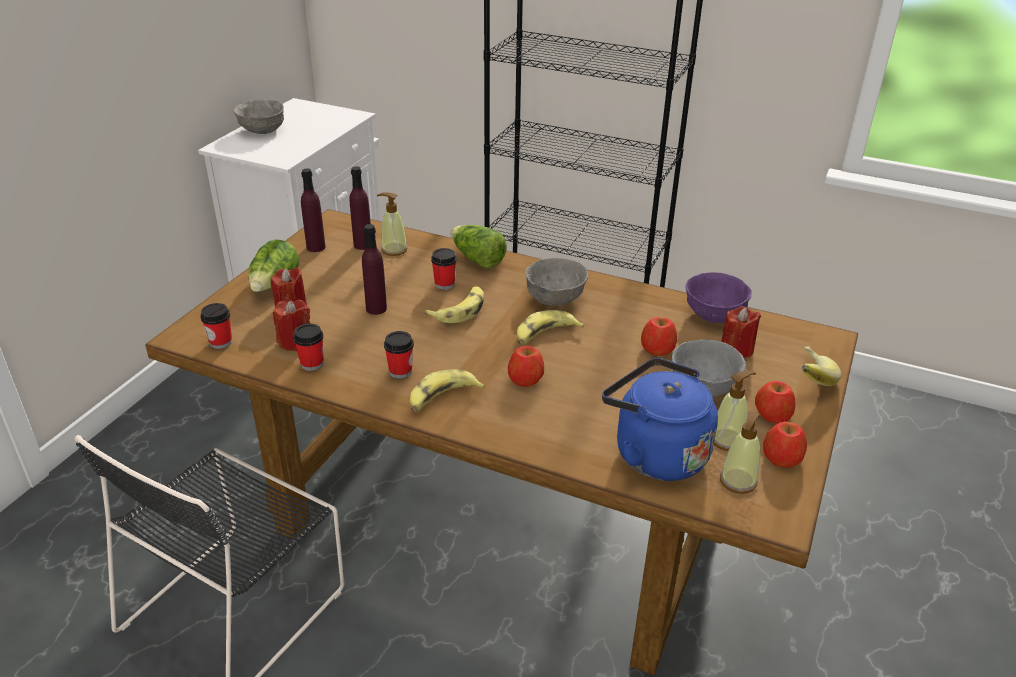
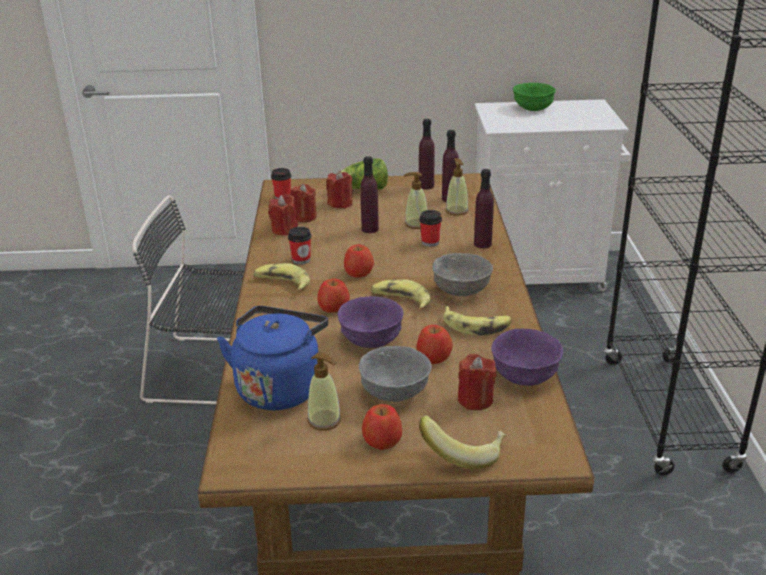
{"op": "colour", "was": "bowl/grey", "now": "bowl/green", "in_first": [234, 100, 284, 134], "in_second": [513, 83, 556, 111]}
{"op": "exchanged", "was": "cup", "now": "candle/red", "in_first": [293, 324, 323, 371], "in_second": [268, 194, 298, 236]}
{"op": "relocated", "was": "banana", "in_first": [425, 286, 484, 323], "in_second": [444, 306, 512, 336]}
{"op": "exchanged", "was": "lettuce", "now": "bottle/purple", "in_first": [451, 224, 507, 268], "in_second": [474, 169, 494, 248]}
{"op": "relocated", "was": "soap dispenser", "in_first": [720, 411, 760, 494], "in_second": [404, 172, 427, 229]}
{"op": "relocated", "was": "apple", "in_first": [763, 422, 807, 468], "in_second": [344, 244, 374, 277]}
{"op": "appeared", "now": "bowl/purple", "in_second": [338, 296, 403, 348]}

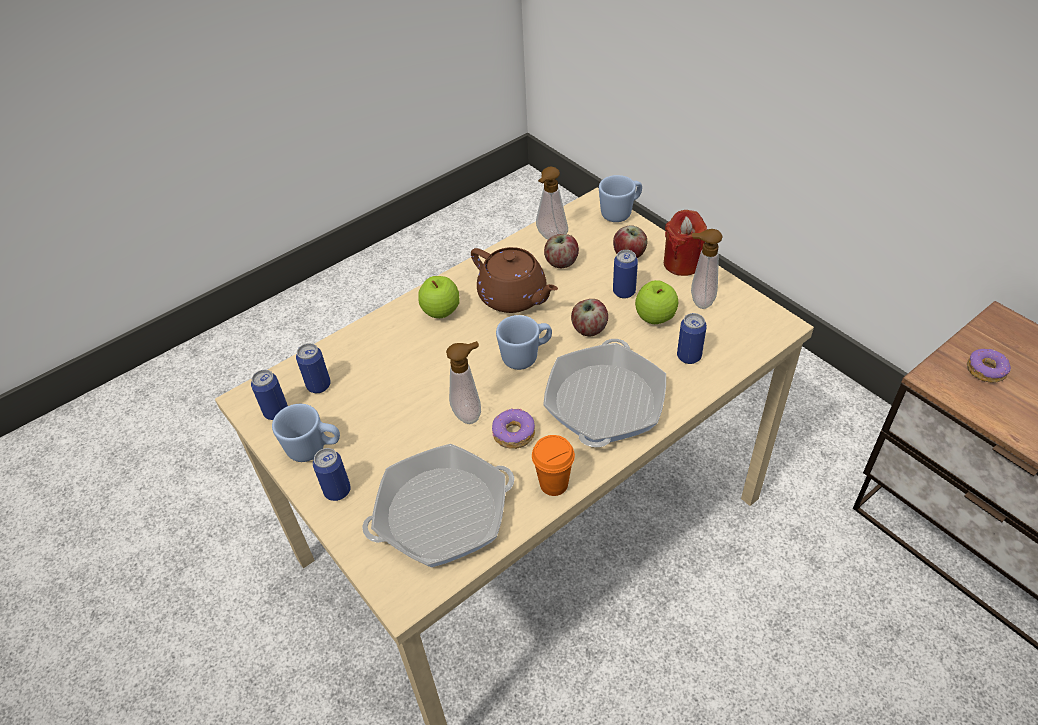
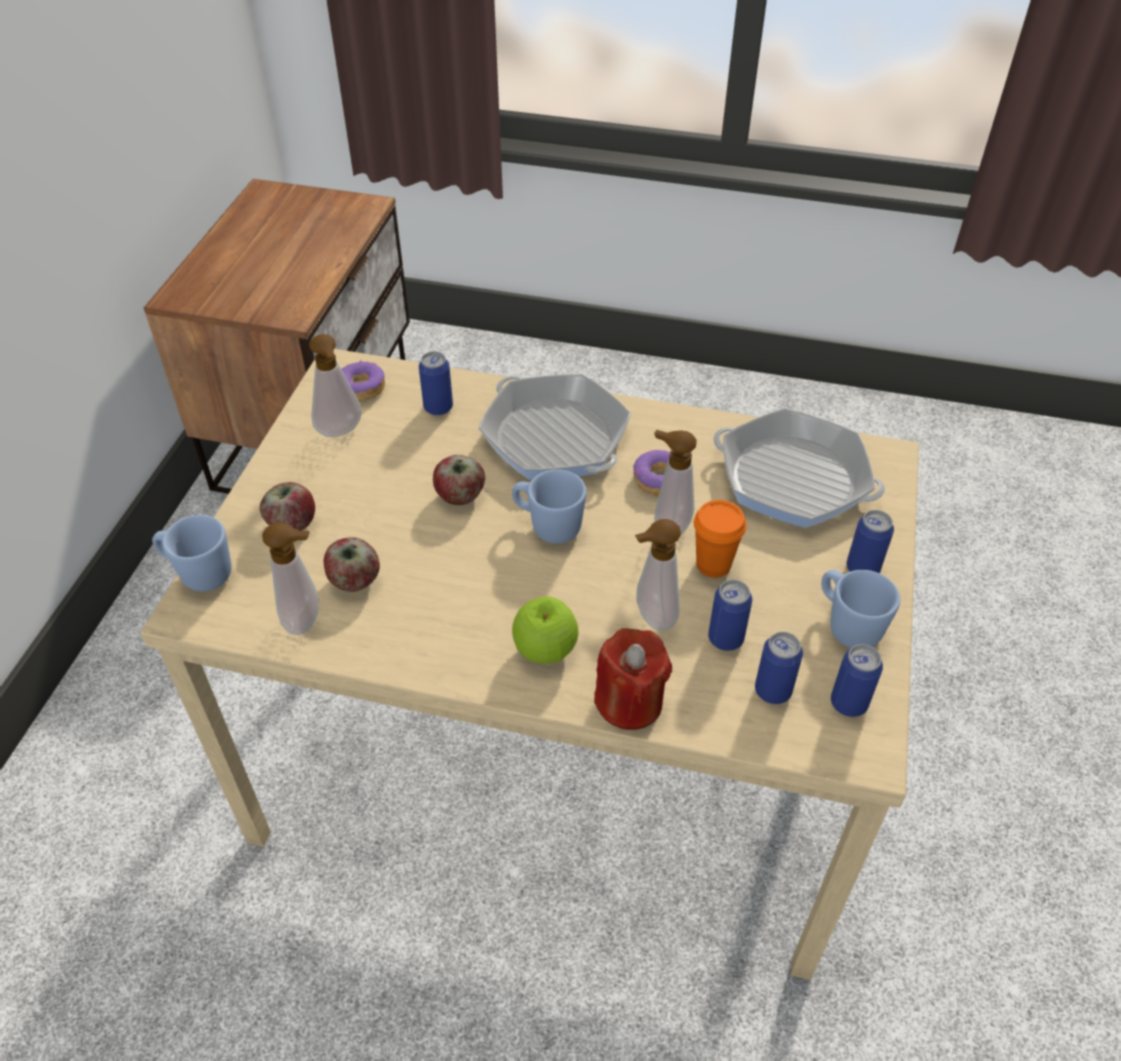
{"op": "missing", "was": "teapot/brown", "in_first": [471, 247, 558, 313]}
{"op": "relocated", "was": "cup/orange", "in_first": [532, 435, 575, 496], "in_second": [694, 500, 746, 578]}
{"op": "spun", "was": "frying pan", "in_first": [543, 339, 666, 447], "in_second": [478, 374, 631, 480], "clockwise": -105}
{"op": "relocated", "was": "can", "in_first": [613, 250, 638, 298], "in_second": [708, 580, 752, 651]}
{"op": "missing", "was": "apple", "in_first": [635, 280, 678, 324]}
{"op": "relocated", "was": "candle/red", "in_first": [664, 210, 707, 276], "in_second": [594, 628, 672, 730]}
{"op": "relocated", "was": "donut", "in_first": [967, 349, 1011, 383], "in_second": [342, 360, 385, 401]}
{"op": "appeared", "now": "soap dispenser", "in_second": [635, 519, 681, 631]}

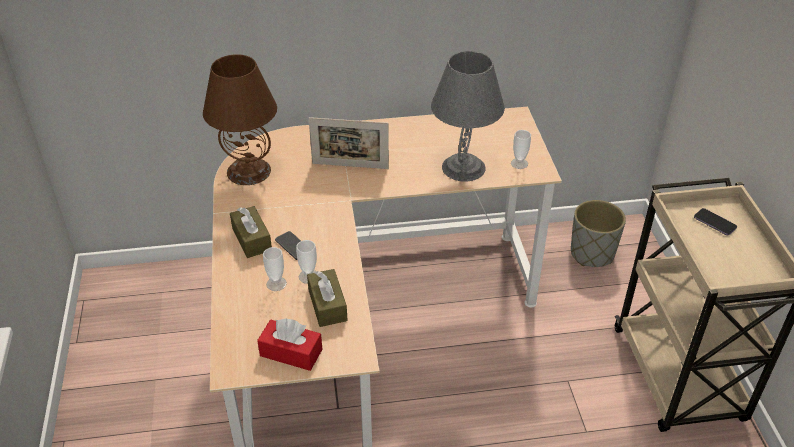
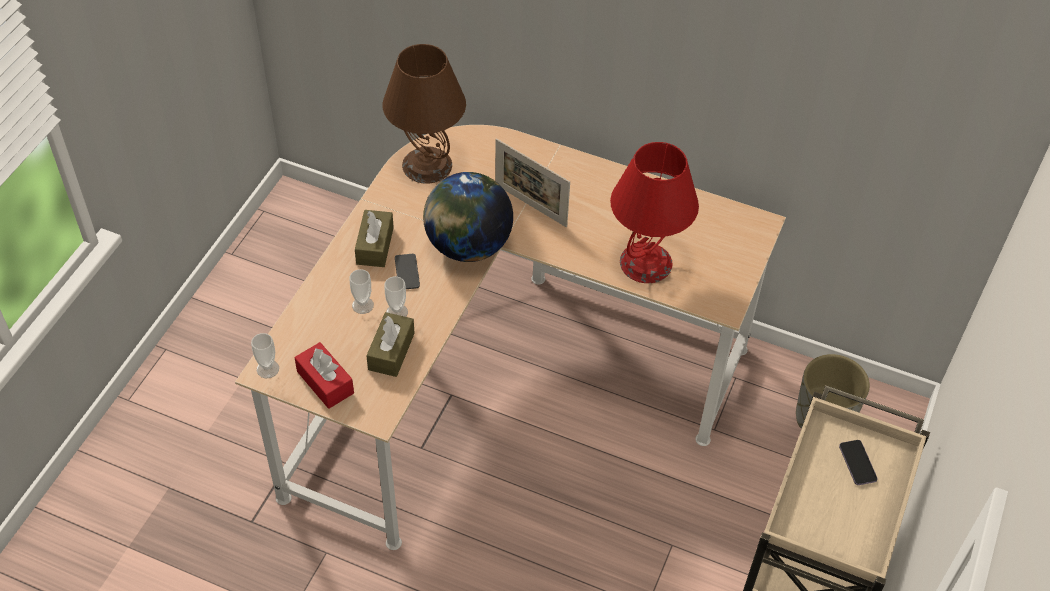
{"op": "colour", "was": "table lamp/grey", "now": "table lamp/red", "in_first": [431, 51, 505, 182], "in_second": [610, 142, 699, 283]}
{"op": "relocated", "was": "cup", "in_first": [511, 130, 531, 169], "in_second": [251, 333, 279, 378]}
{"op": "appeared", "now": "globe", "in_second": [423, 172, 513, 262]}

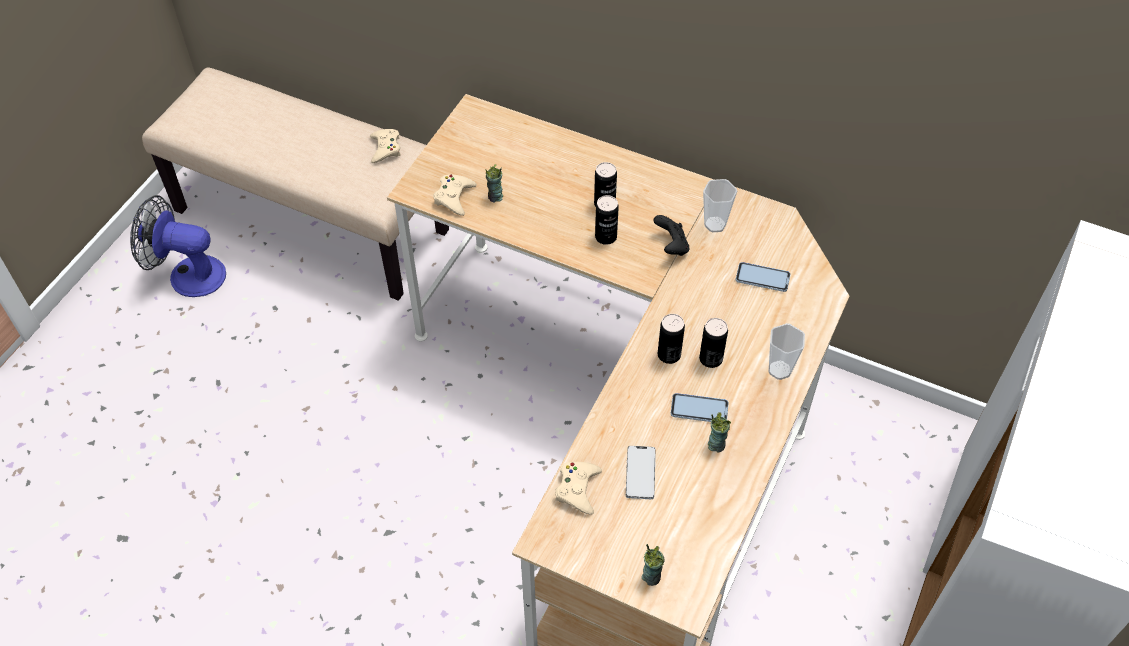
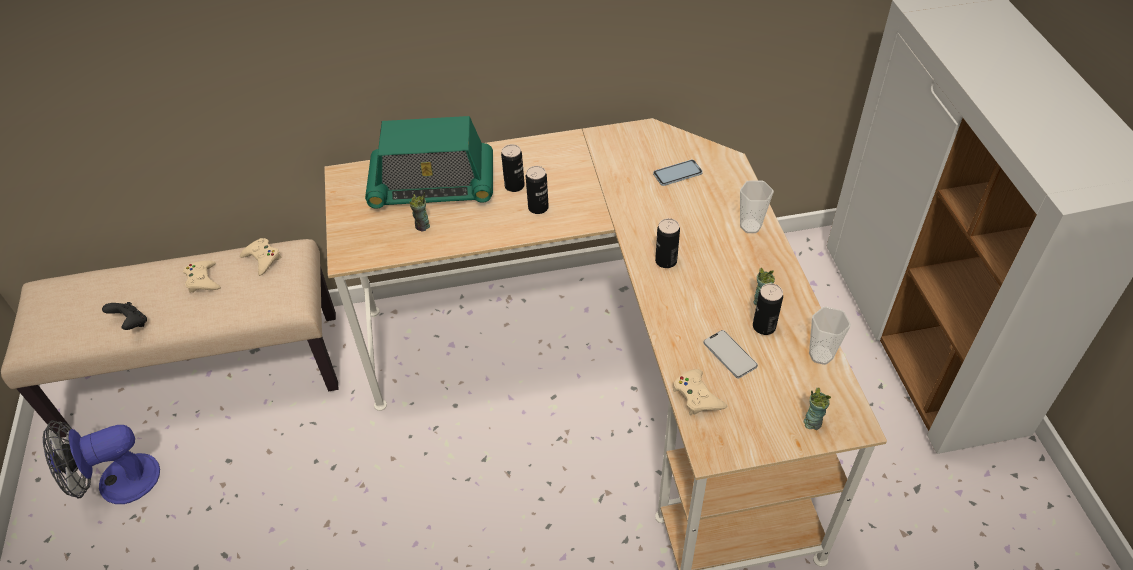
{"op": "relocated", "was": "game controller/beige", "in_first": [433, 174, 477, 216], "in_second": [183, 260, 221, 293]}
{"op": "relocated", "was": "game controller/black", "in_first": [654, 215, 689, 256], "in_second": [102, 302, 147, 330]}
{"op": "missing", "was": "phone", "in_first": [670, 393, 729, 422]}
{"op": "relocated", "was": "can", "in_first": [699, 318, 728, 368], "in_second": [753, 283, 783, 335]}
{"op": "relocated", "was": "cup", "in_first": [703, 179, 737, 232], "in_second": [809, 306, 851, 365]}
{"op": "appeared", "now": "radio", "in_second": [365, 116, 493, 209]}

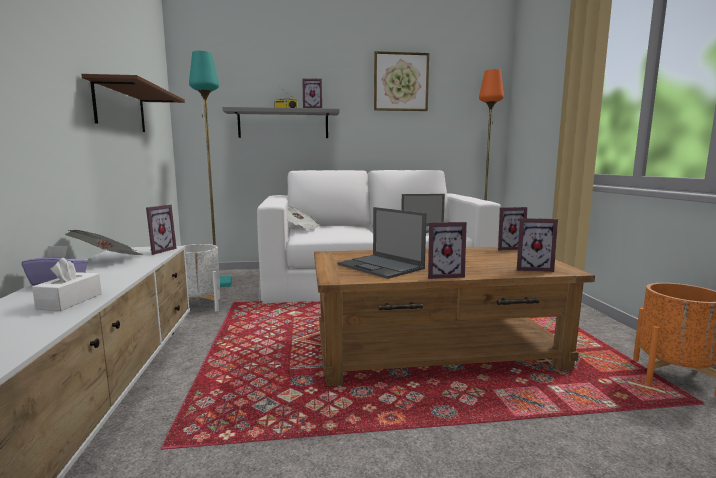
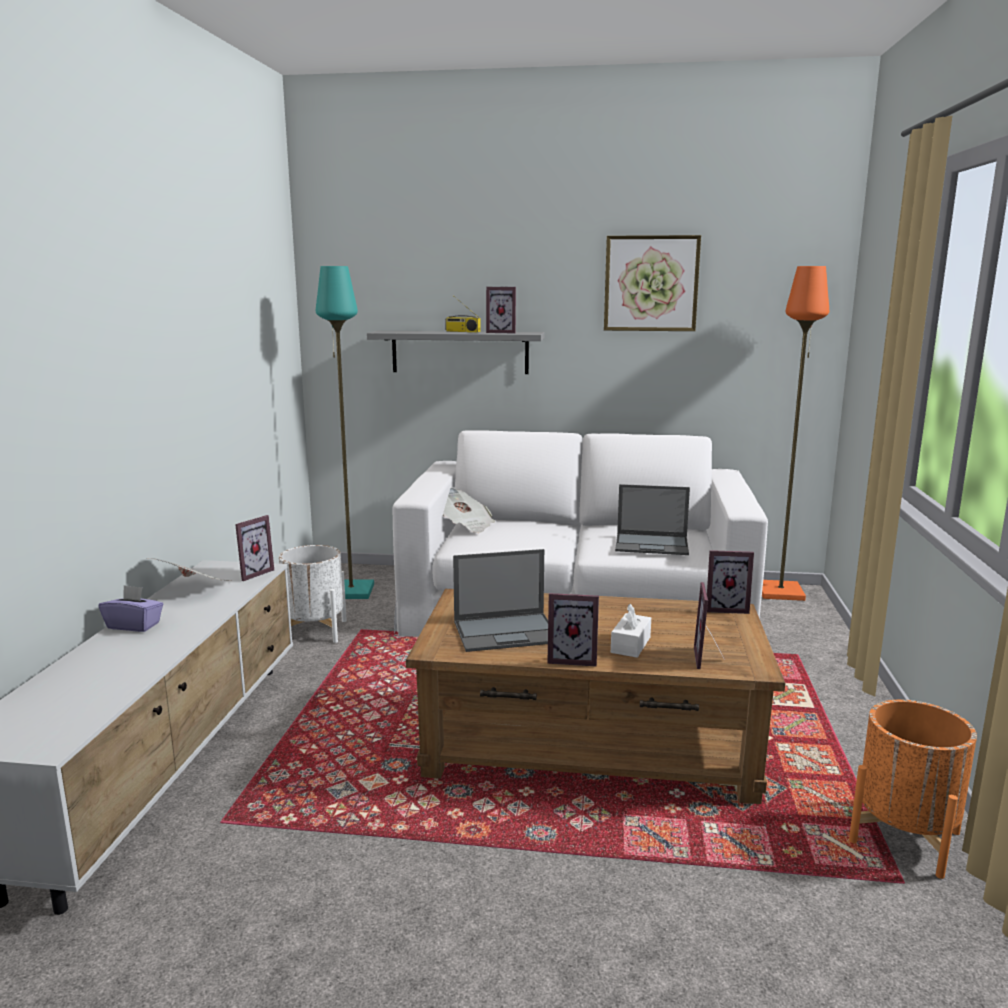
{"op": "relocated", "was": "tissue box/white", "in_first": [32, 258, 102, 311], "in_second": [611, 603, 651, 658]}
{"op": "missing", "was": "shelf/brown", "in_first": [81, 74, 185, 132]}
{"op": "spun", "was": "laptop", "in_first": [337, 207, 427, 279], "in_second": [453, 549, 548, 652], "clockwise": -75}
{"op": "spun", "was": "picture frame", "in_first": [517, 218, 558, 272], "in_second": [694, 582, 725, 669], "clockwise": 75}

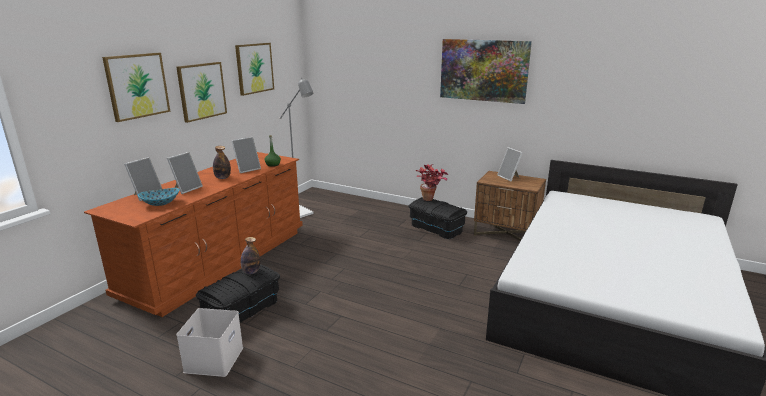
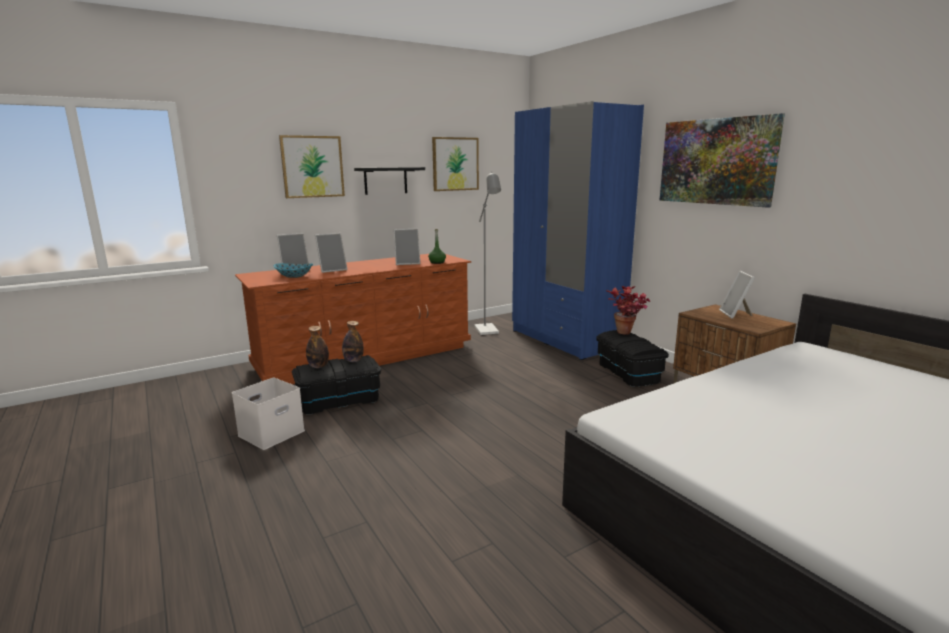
{"op": "exchanged", "was": "picture", "now": "shelf/black", "in_first": [176, 62, 227, 123], "in_second": [354, 167, 425, 195]}
{"op": "relocated", "was": "bottle", "in_first": [213, 146, 231, 179], "in_second": [306, 326, 329, 368]}
{"op": "appeared", "now": "wardrobe/blue", "in_second": [512, 101, 644, 360]}

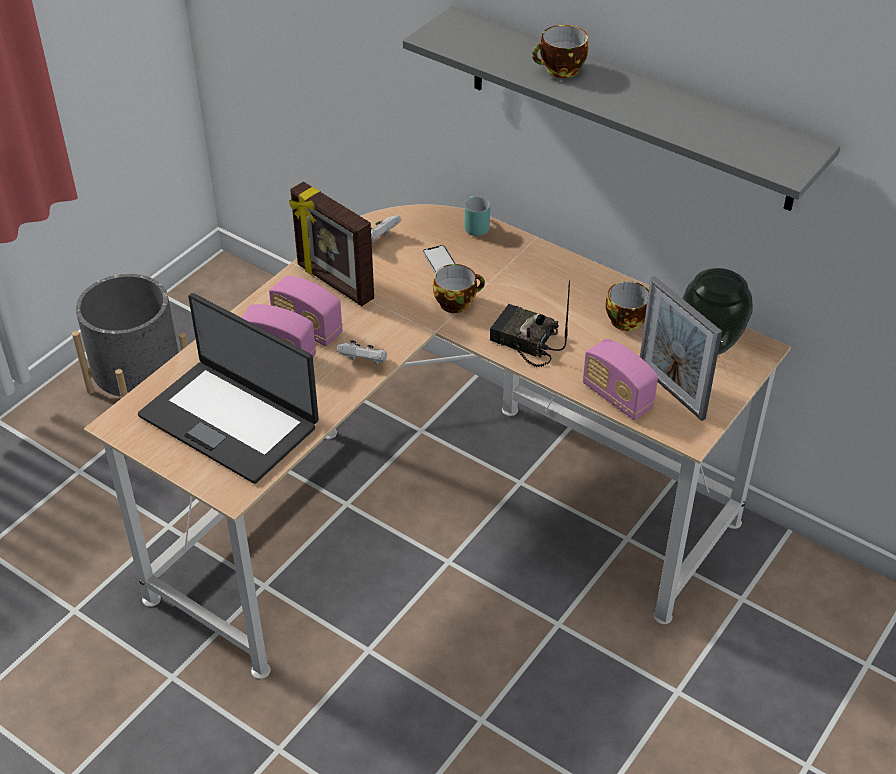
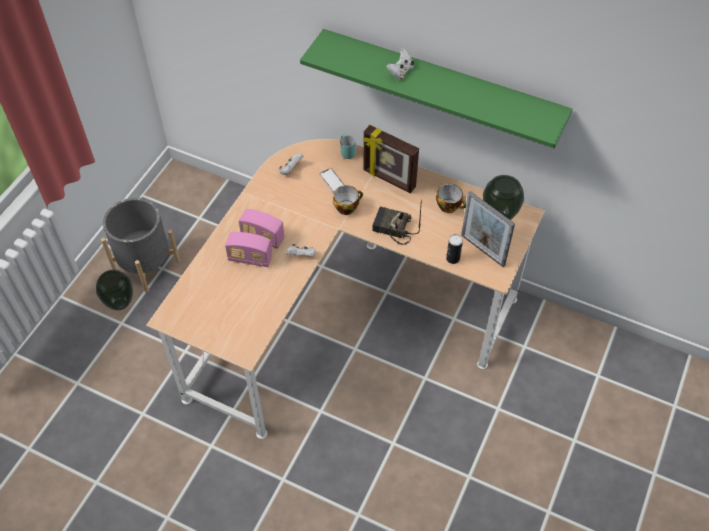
{"op": "missing", "was": "laptop", "in_first": [138, 293, 319, 484]}
{"op": "relocated", "was": "picture frame", "in_first": [289, 182, 374, 306], "in_second": [363, 125, 419, 193]}
{"op": "colour", "was": "shelf/grey", "now": "shelf/green", "in_first": [403, 6, 840, 211], "in_second": [300, 29, 572, 148]}
{"op": "exchanged", "was": "cup", "now": "game controller/white", "in_first": [532, 25, 588, 78], "in_second": [386, 49, 414, 80]}
{"op": "exchanged", "was": "radio", "now": "can", "in_first": [583, 339, 658, 420], "in_second": [446, 234, 463, 264]}
{"op": "appeared", "now": "vase", "in_second": [96, 270, 133, 310]}

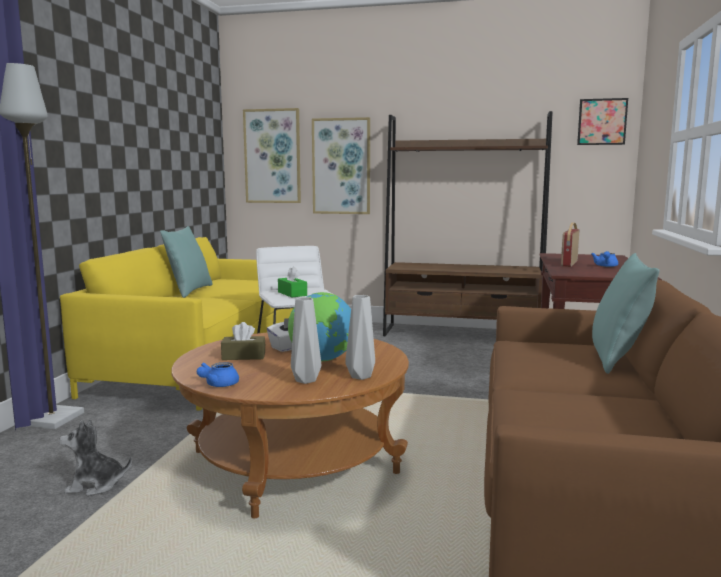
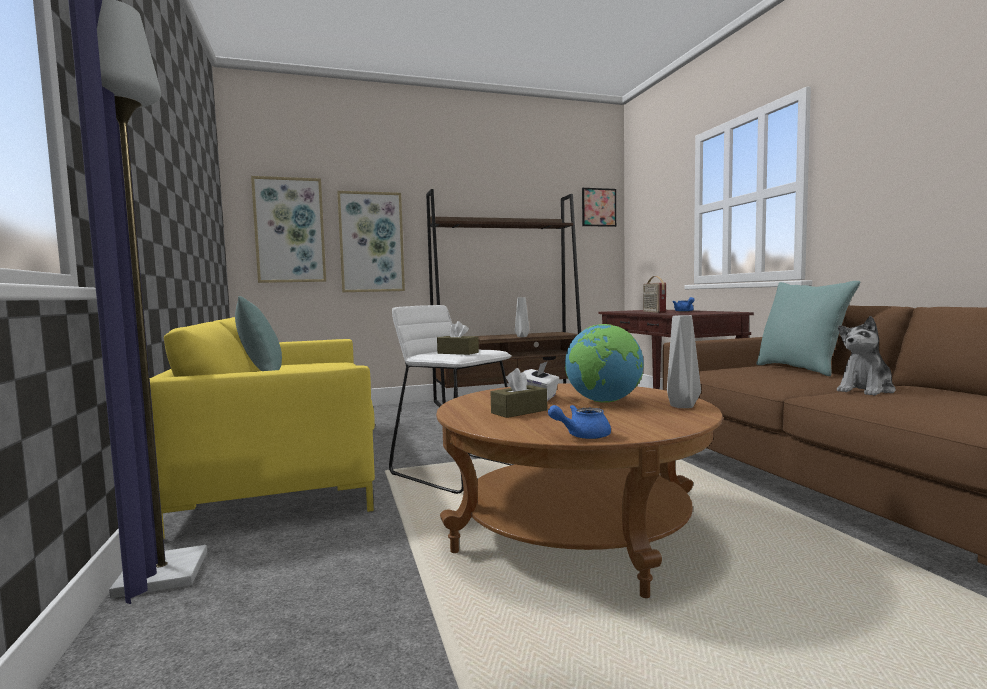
{"op": "relocated", "was": "plush toy", "in_first": [59, 419, 132, 496], "in_second": [837, 316, 896, 396]}
{"op": "spun", "was": "teapot/blue", "in_first": [197, 362, 239, 387], "in_second": [548, 405, 611, 439], "clockwise": 75}
{"op": "colour", "was": "tissue box/green", "now": "tissue box/brown", "in_first": [278, 266, 307, 297], "in_second": [437, 321, 479, 355]}
{"op": "relocated", "was": "vase/grey", "in_first": [291, 297, 321, 384], "in_second": [515, 297, 529, 337]}

